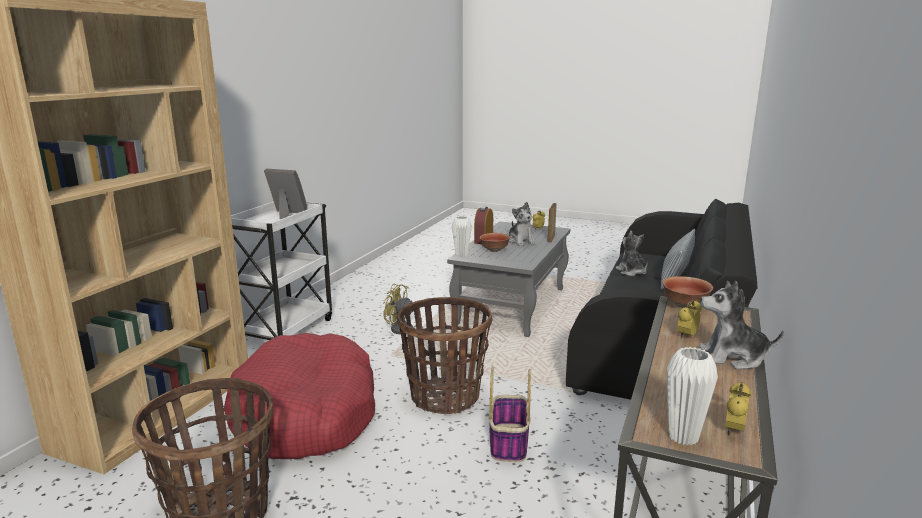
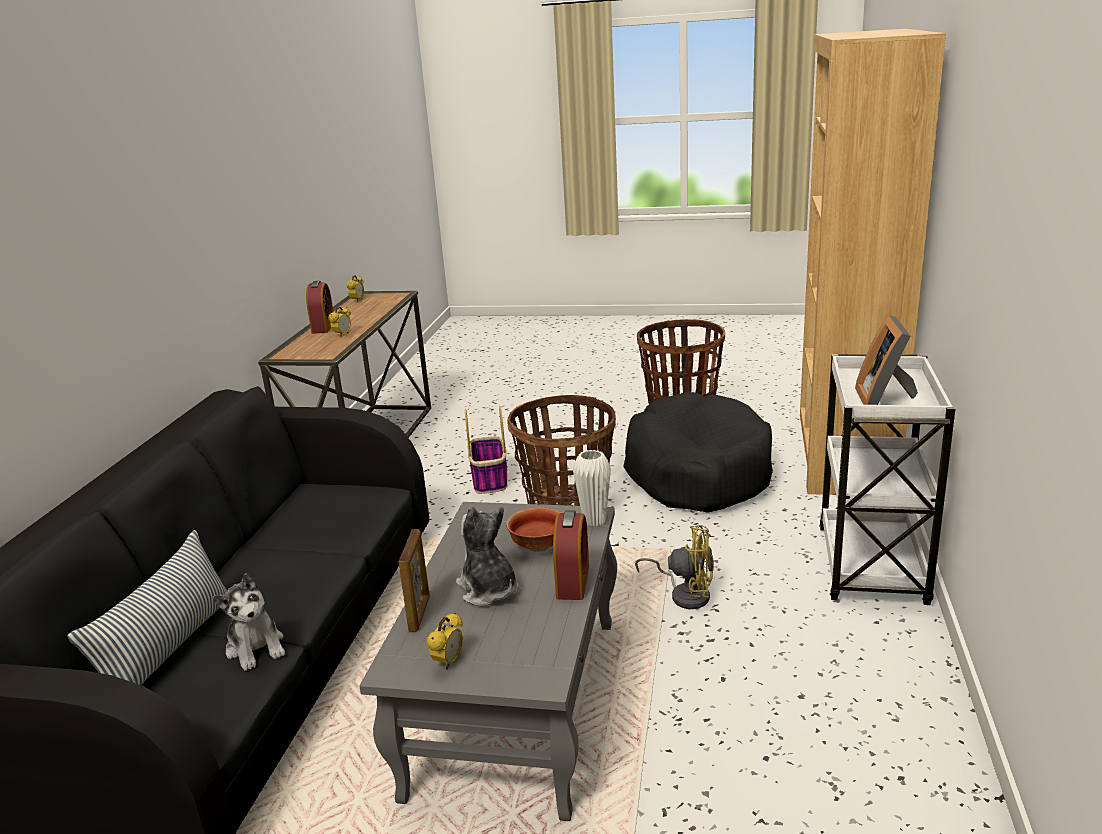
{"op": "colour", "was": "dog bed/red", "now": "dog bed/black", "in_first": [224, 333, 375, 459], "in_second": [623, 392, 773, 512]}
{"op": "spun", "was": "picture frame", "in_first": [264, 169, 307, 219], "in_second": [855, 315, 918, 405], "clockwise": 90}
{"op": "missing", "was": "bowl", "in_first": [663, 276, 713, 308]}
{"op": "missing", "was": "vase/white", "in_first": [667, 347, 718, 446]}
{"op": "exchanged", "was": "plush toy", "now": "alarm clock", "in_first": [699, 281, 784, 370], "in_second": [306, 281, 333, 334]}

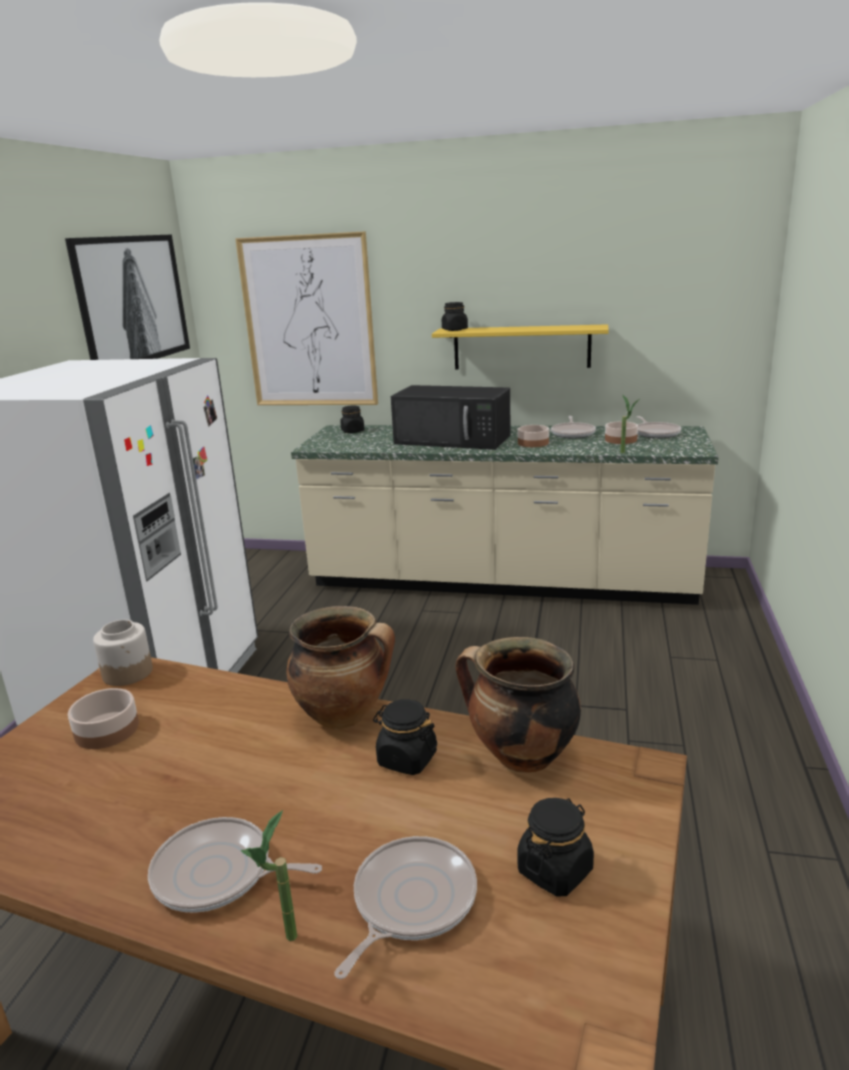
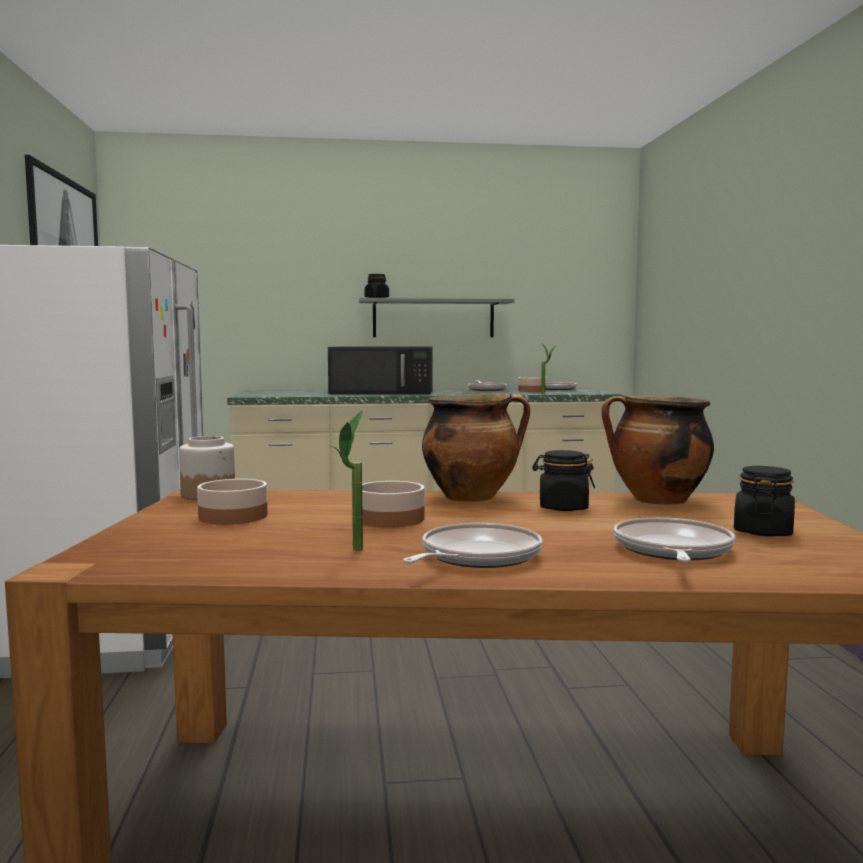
{"op": "spun", "was": "frying pan", "in_first": [148, 817, 322, 913], "in_second": [403, 523, 542, 568], "clockwise": 135}
{"op": "missing", "was": "picture", "in_first": [235, 231, 378, 405]}
{"op": "relocated", "was": "potted plant", "in_first": [240, 810, 297, 941], "in_second": [330, 410, 363, 551]}
{"op": "missing", "was": "jar/black", "in_first": [340, 406, 365, 433]}
{"op": "colour", "was": "shelf/yellow", "now": "shelf/grey", "in_first": [432, 324, 609, 370], "in_second": [359, 298, 514, 337]}
{"op": "relocated", "was": "bowl", "in_first": [518, 425, 549, 447], "in_second": [362, 481, 425, 528]}

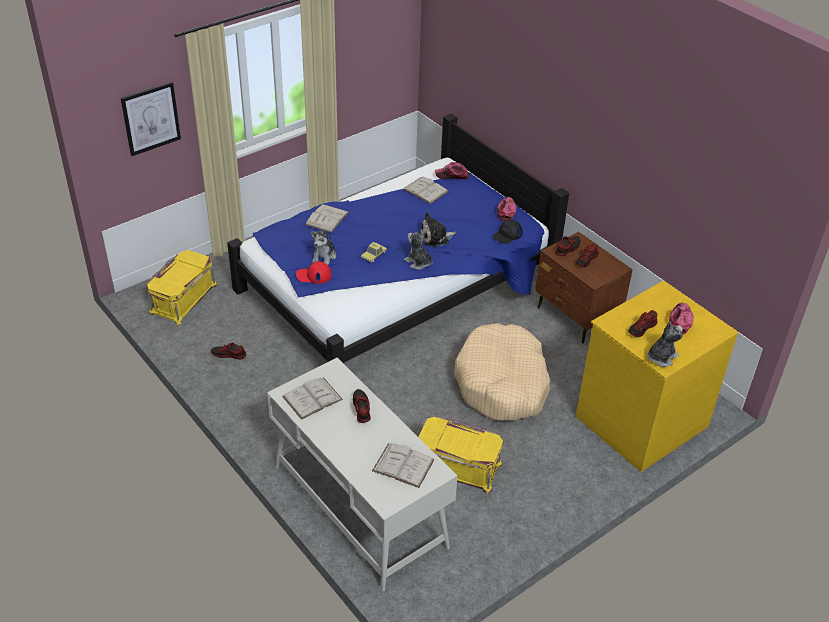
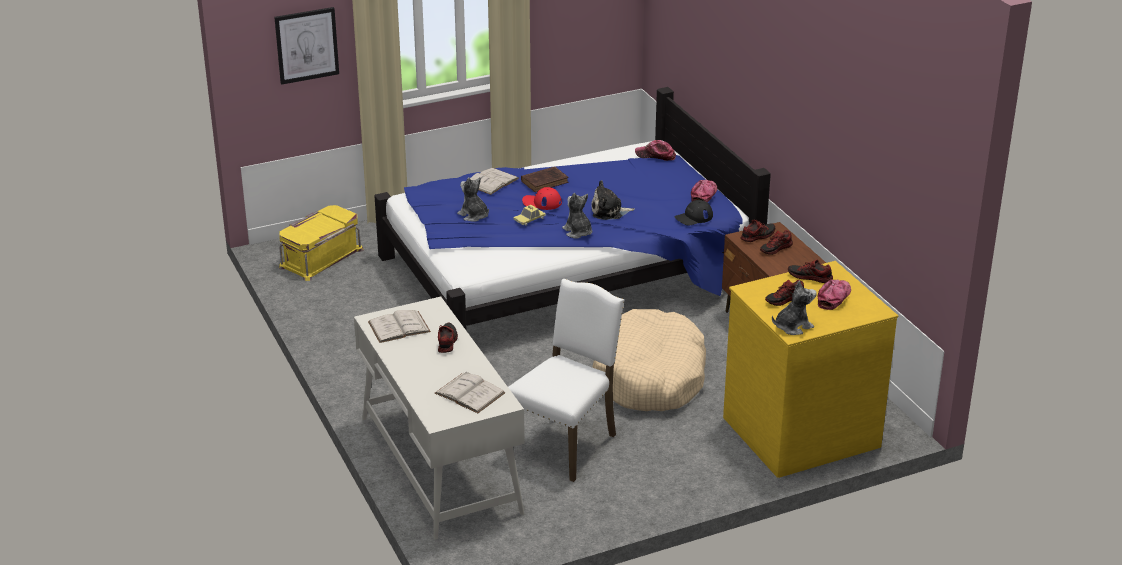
{"op": "relocated", "was": "shoe", "in_first": [211, 342, 246, 359], "in_second": [788, 260, 833, 283]}
{"op": "relocated", "was": "cap/red", "in_first": [296, 261, 332, 284], "in_second": [522, 187, 562, 210]}
{"op": "spun", "was": "plush toy", "in_first": [311, 229, 336, 265], "in_second": [457, 177, 489, 222], "clockwise": 105}
{"op": "missing", "was": "book/white", "in_first": [402, 176, 449, 204]}
{"op": "exchanged", "was": "storage box/yellow", "now": "chair/white", "in_first": [418, 417, 503, 494], "in_second": [508, 279, 624, 482]}
{"op": "appeared", "now": "book/brown", "in_second": [521, 167, 569, 192]}

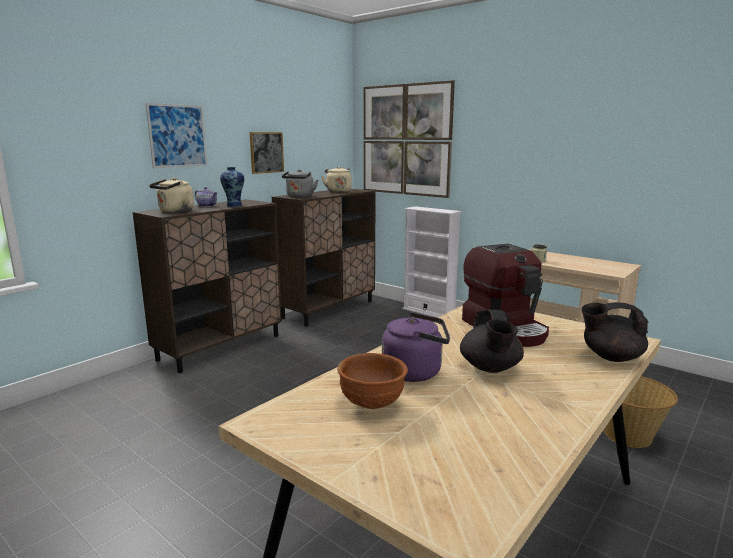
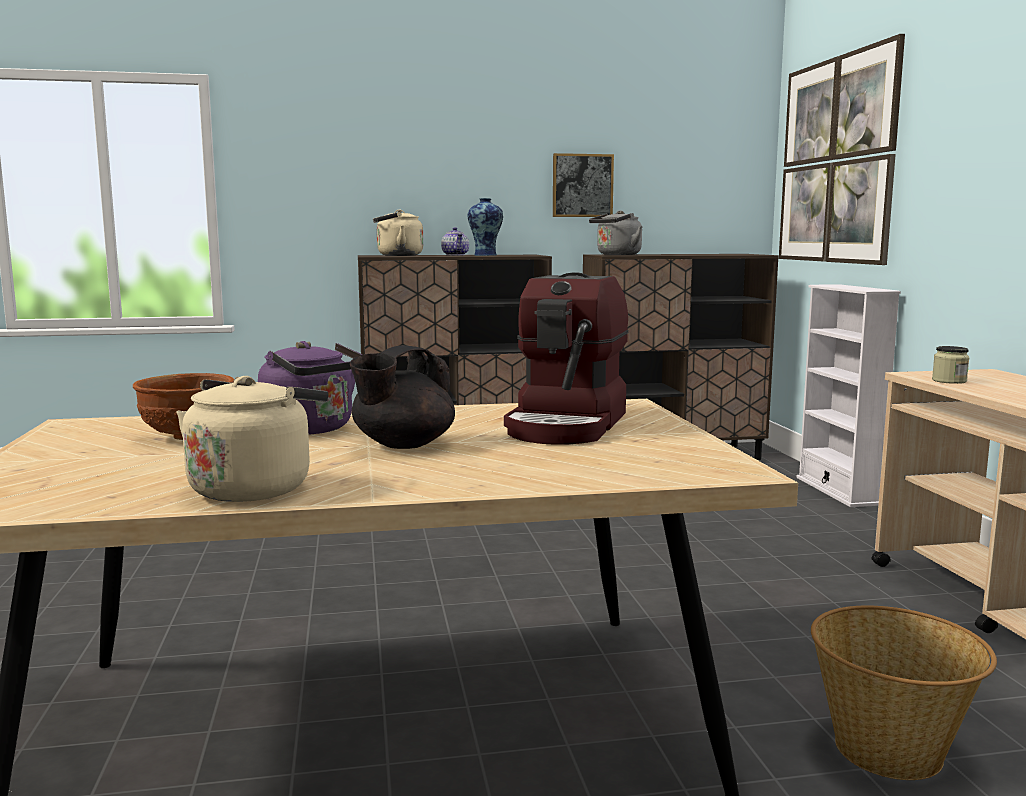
{"op": "missing", "was": "picture", "in_first": [146, 103, 207, 168]}
{"op": "relocated", "was": "kettle/beige", "in_first": [321, 167, 352, 192], "in_second": [177, 376, 328, 502]}
{"op": "missing", "was": "teapot/black", "in_first": [581, 302, 648, 362]}

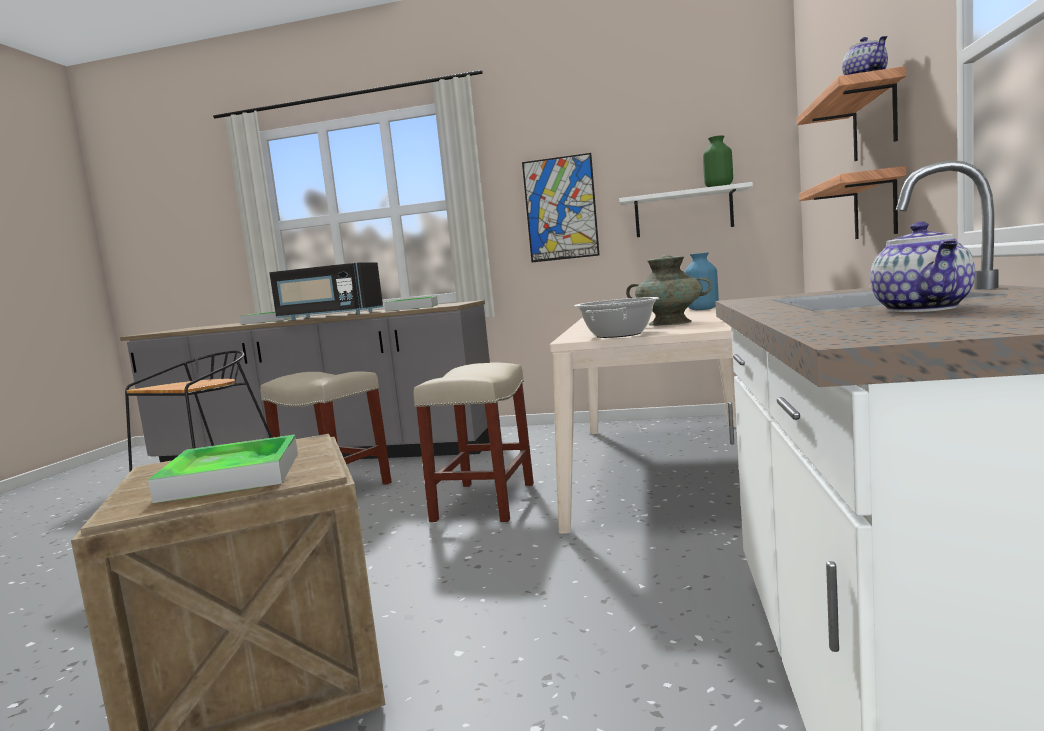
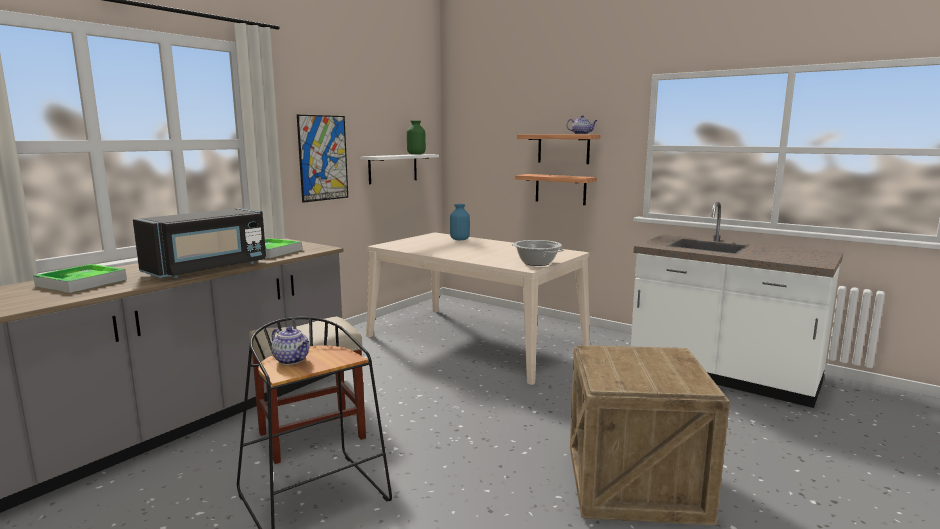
{"op": "missing", "was": "tray", "in_first": [148, 435, 298, 503]}
{"op": "missing", "was": "stool/beige", "in_first": [414, 362, 534, 522]}
{"op": "missing", "was": "vase/turquoise", "in_first": [626, 255, 712, 326]}
{"op": "relocated", "was": "teapot", "in_first": [870, 222, 975, 312], "in_second": [272, 327, 309, 365]}

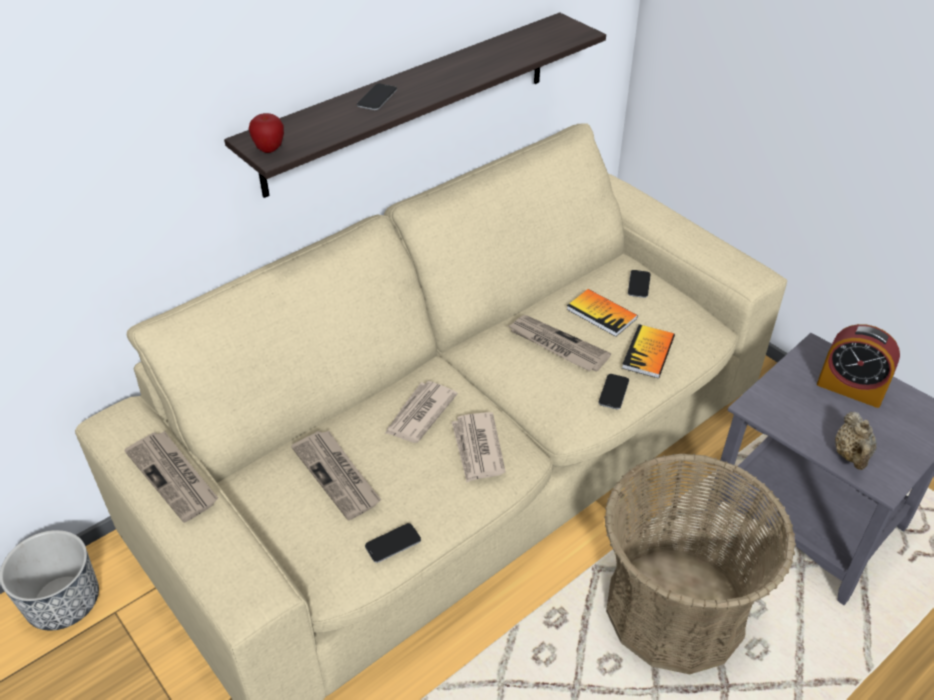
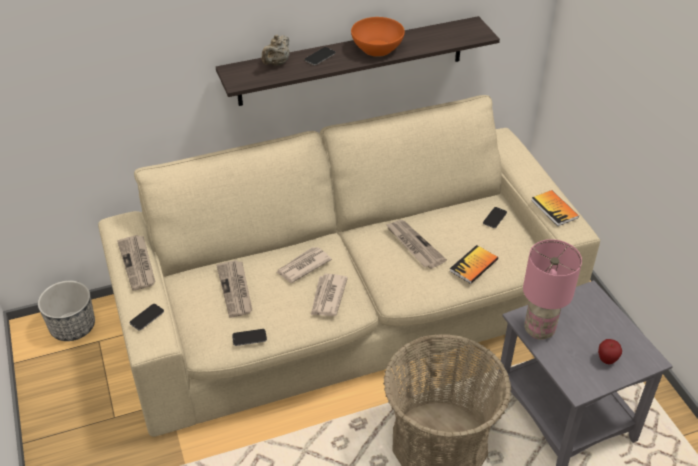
{"op": "relocated", "was": "apple", "in_first": [249, 113, 284, 153], "in_second": [598, 339, 622, 364]}
{"op": "relocated", "was": "book", "in_first": [567, 289, 638, 337], "in_second": [531, 190, 579, 226]}
{"op": "relocated", "was": "phone", "in_first": [598, 374, 629, 409], "in_second": [129, 304, 164, 330]}
{"op": "missing", "was": "alarm clock", "in_first": [817, 324, 900, 408]}
{"op": "relocated", "was": "teapot/beige", "in_first": [835, 412, 877, 470], "in_second": [262, 35, 290, 66]}
{"op": "appeared", "now": "bowl/orange", "in_second": [351, 17, 405, 57]}
{"op": "appeared", "now": "table lamp/pink", "in_second": [523, 239, 582, 340]}

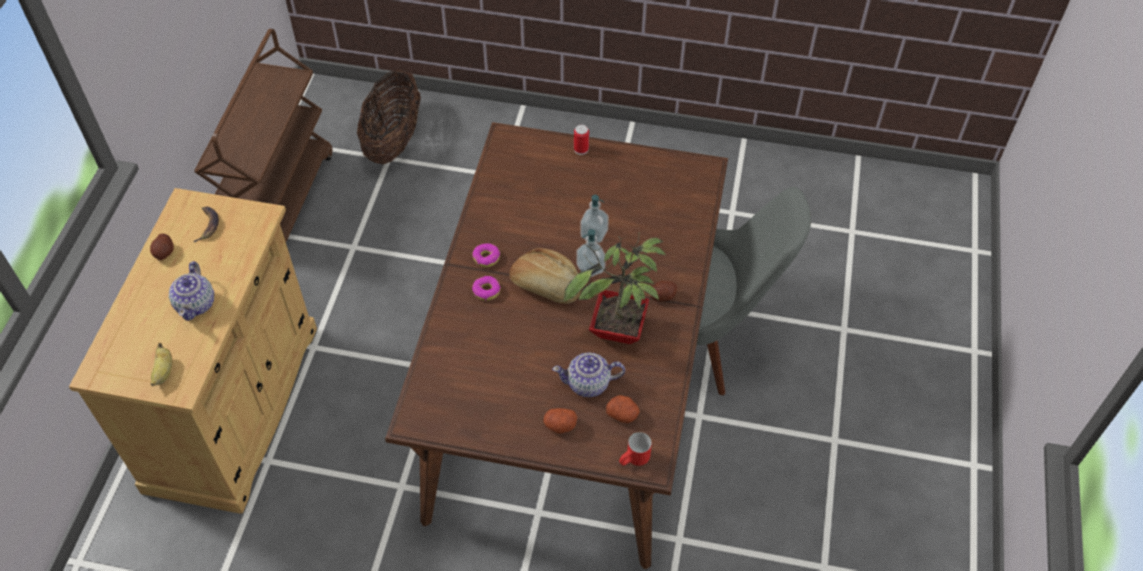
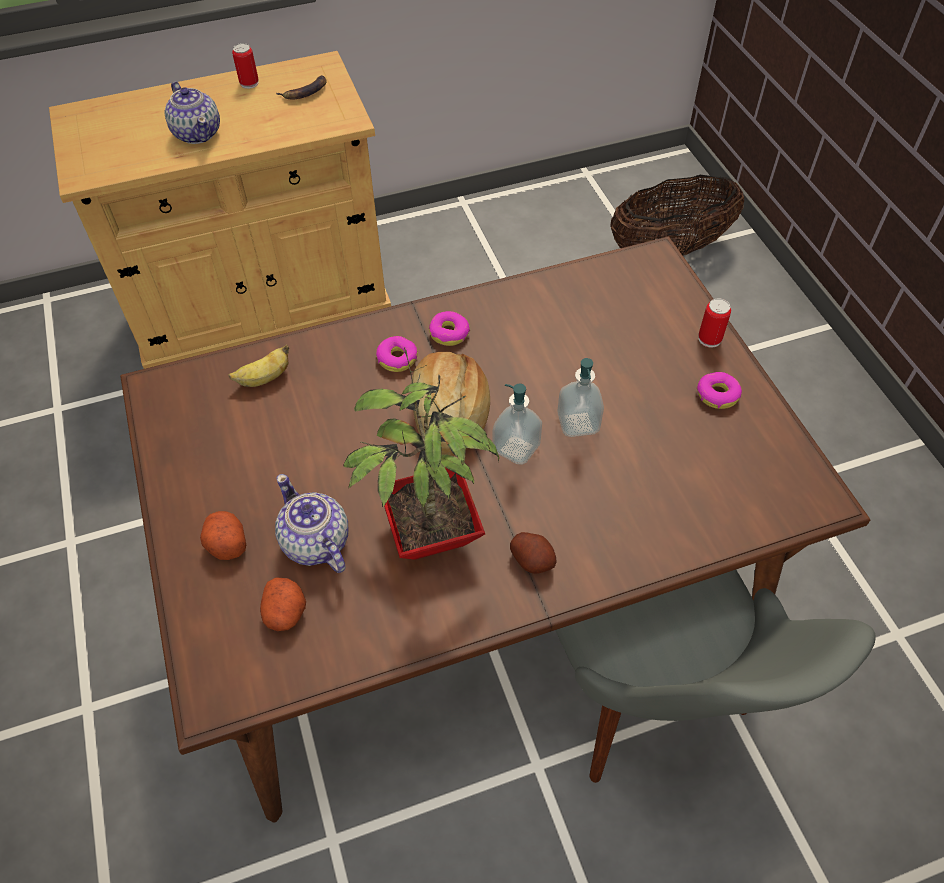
{"op": "exchanged", "was": "potato", "now": "can", "in_first": [150, 233, 174, 260], "in_second": [232, 43, 259, 89]}
{"op": "relocated", "was": "banana", "in_first": [151, 343, 172, 386], "in_second": [228, 345, 289, 387]}
{"op": "spun", "was": "teapot", "in_first": [169, 261, 214, 321], "in_second": [164, 82, 220, 144], "clockwise": -90}
{"op": "missing", "was": "cart/brown", "in_first": [195, 29, 332, 242]}
{"op": "missing", "was": "mug/red", "in_first": [619, 432, 652, 466]}
{"op": "appeared", "now": "donut", "in_second": [697, 372, 742, 409]}

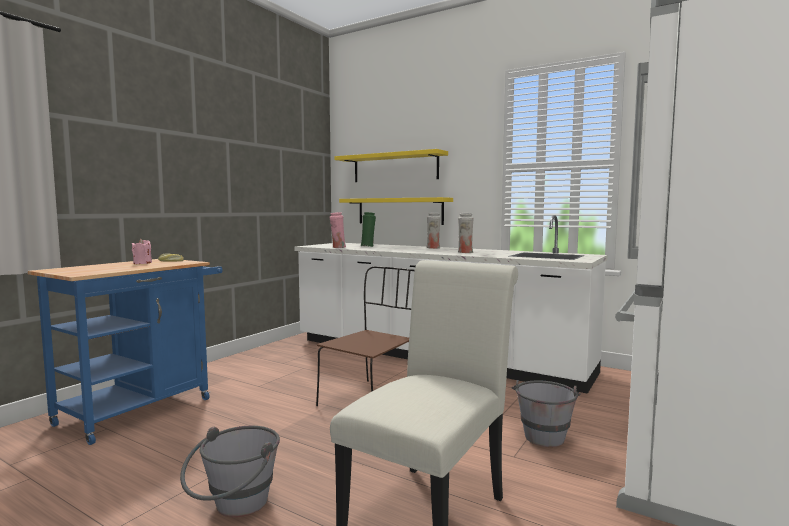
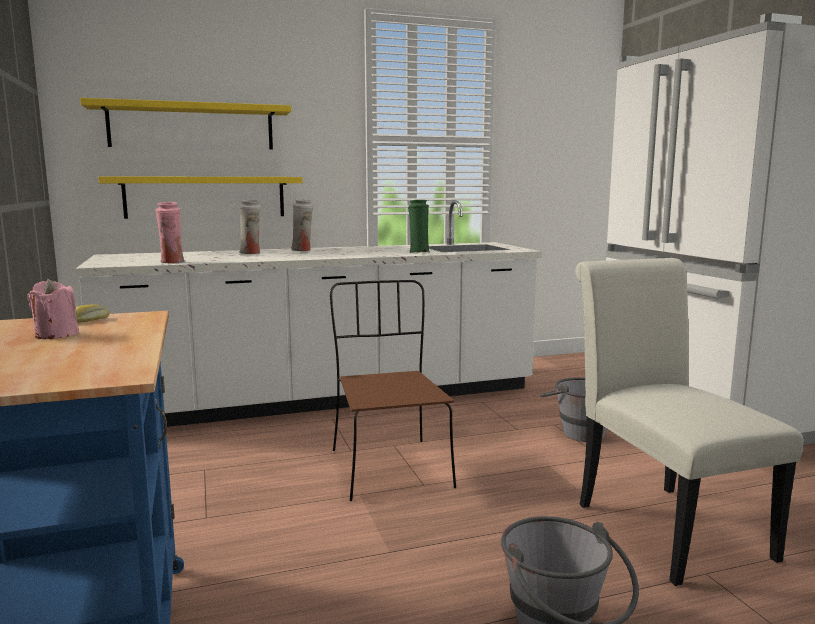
{"op": "relocated", "was": "vase/green", "in_first": [361, 212, 376, 247], "in_second": [408, 200, 429, 253]}
{"op": "relocated", "was": "vase/white", "in_first": [458, 213, 474, 253], "in_second": [239, 200, 261, 254]}

